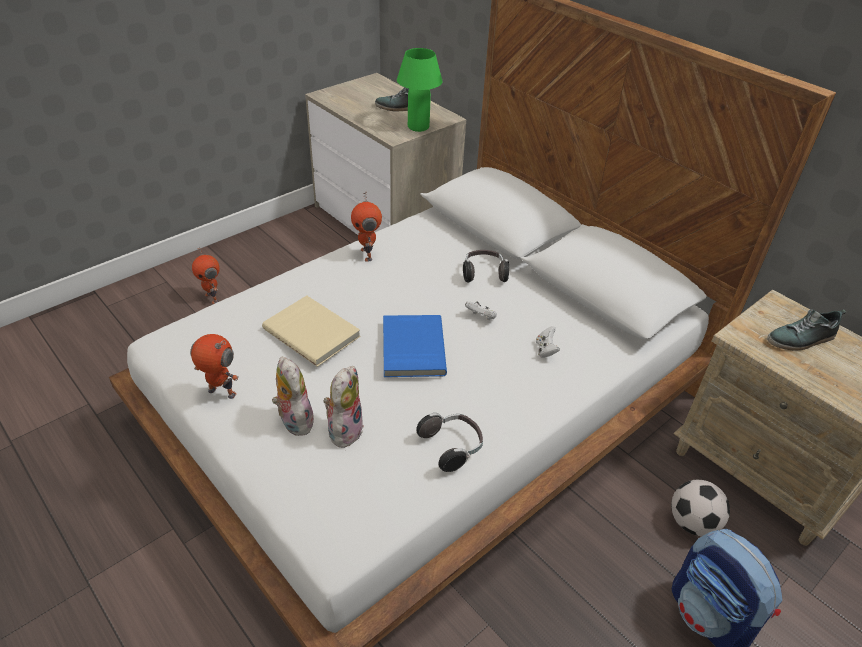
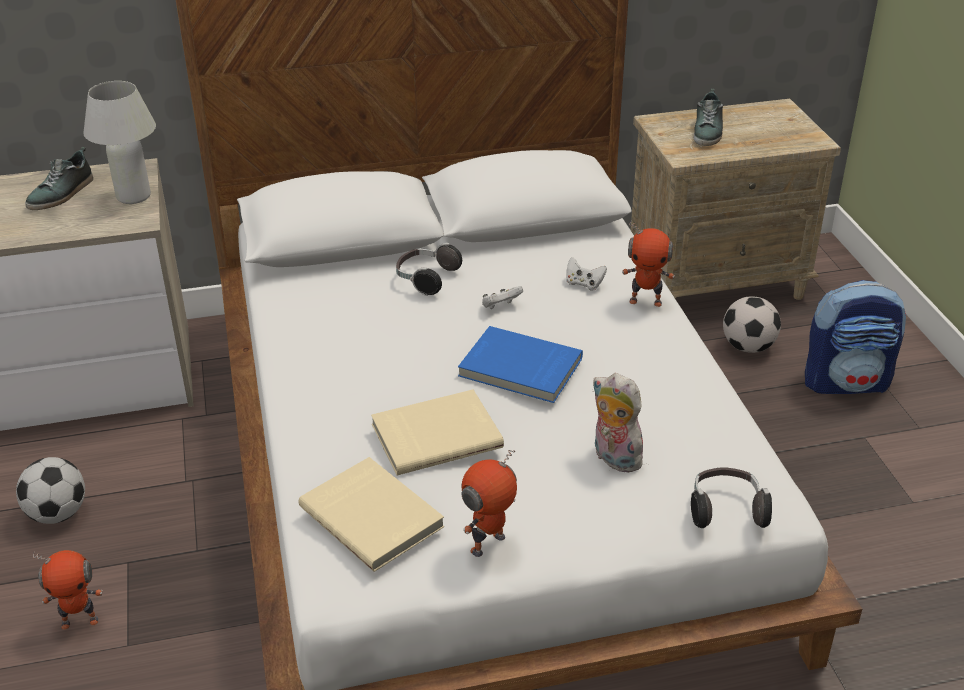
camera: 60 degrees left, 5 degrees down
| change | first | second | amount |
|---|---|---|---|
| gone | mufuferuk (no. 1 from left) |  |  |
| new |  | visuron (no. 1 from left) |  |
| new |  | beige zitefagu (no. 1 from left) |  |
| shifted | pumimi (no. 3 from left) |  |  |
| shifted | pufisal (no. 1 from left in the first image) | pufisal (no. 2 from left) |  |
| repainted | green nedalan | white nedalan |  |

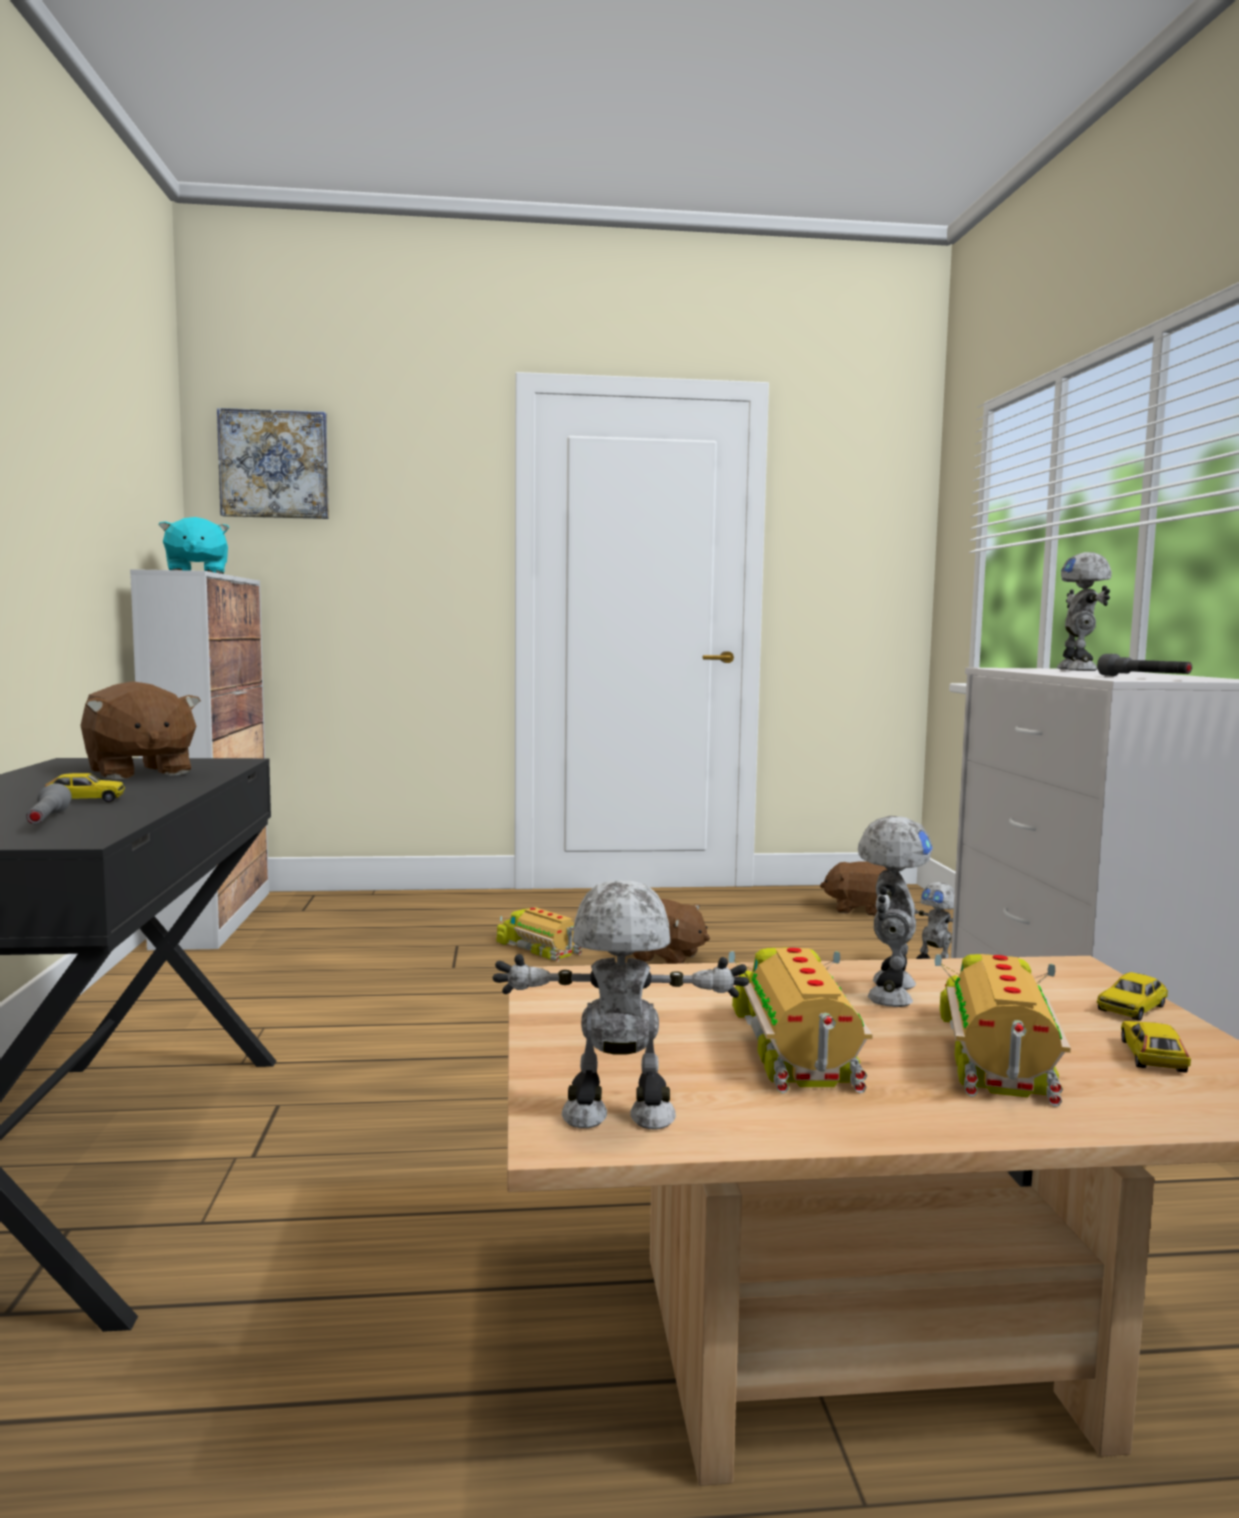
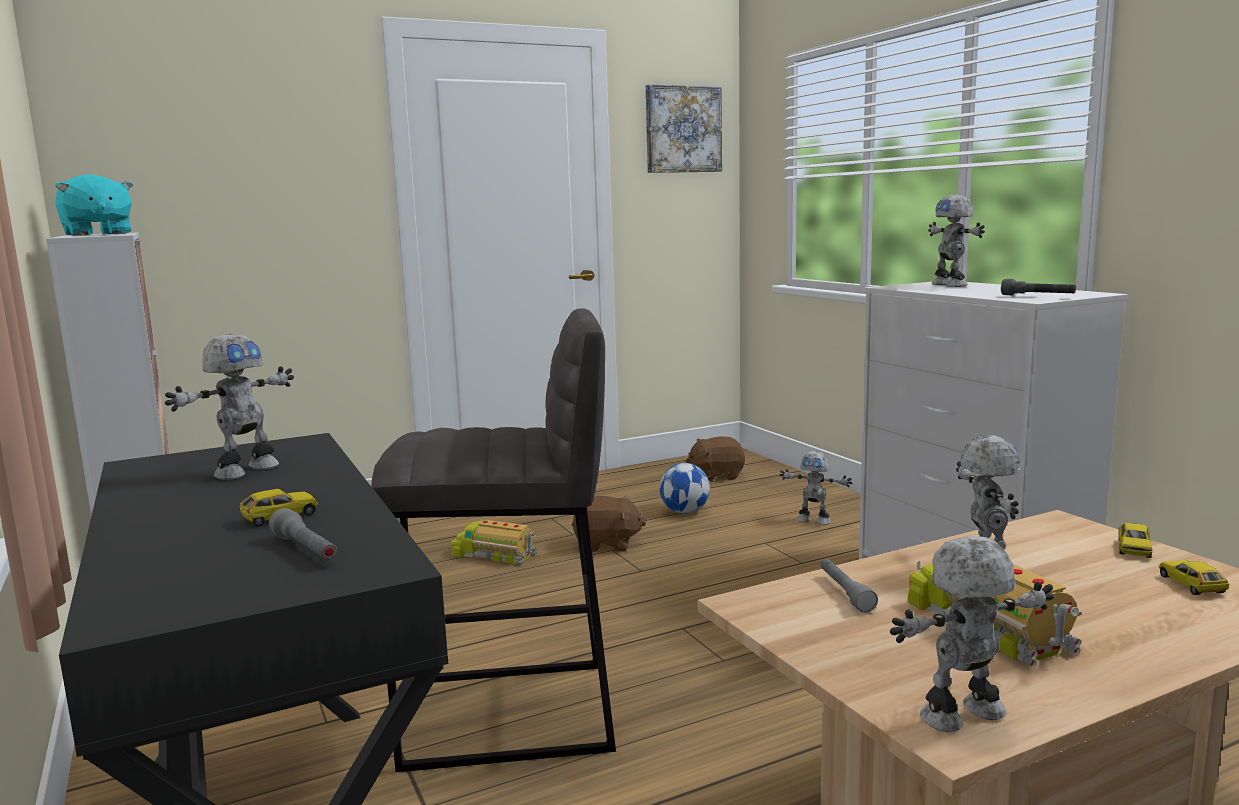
camera: 20 degrees left, 5 degrees up
| change | first | second | amount |
|---|---|---|---|
| gone | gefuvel (no. 3 from left) |  |  |
| new |  | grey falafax |  |
| new |  | visuron |  |
| new |  | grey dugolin (no. 2 from left) |  |
| shifted | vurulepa |  |  |
| swapped | brown mufuferuk (no. 1 from left) | pumimi (no. 1 from left) |  |

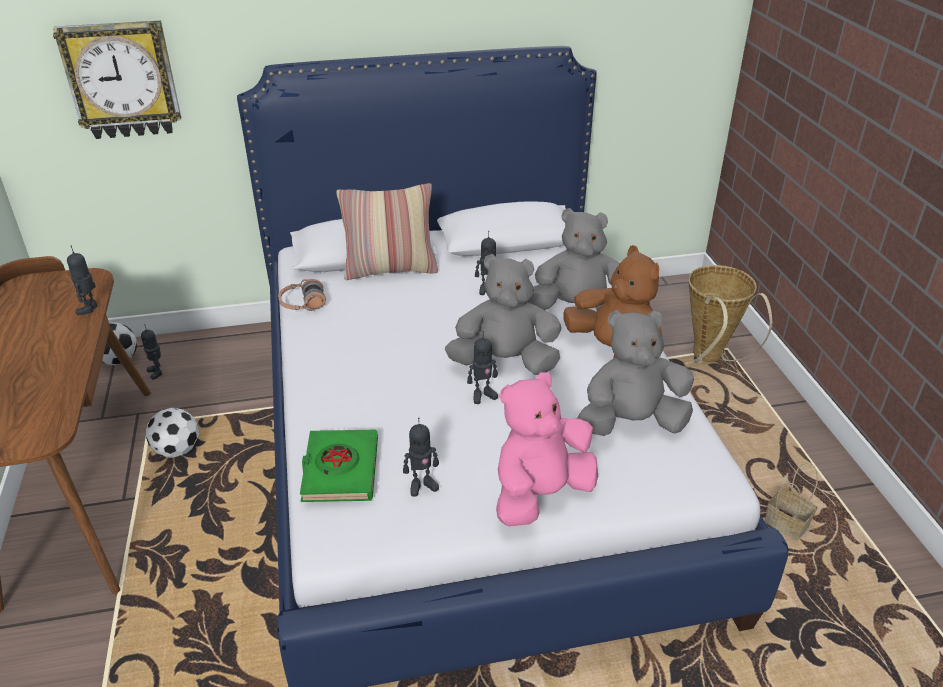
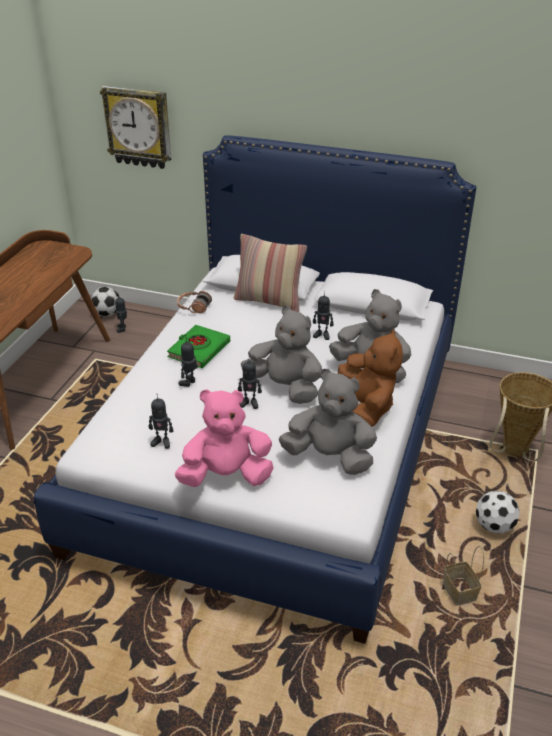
camera: 30 degrees right, 0 degrees up
| change | first | second | amount |
|---|---|---|---|
| shifted | pumimi (no. 1 from left in the first image) | pumimi (no. 3 from left) |  |
| shifted | visuron (no. 2 from left) |  |  |
| shifted | green zitefagu |  |  |

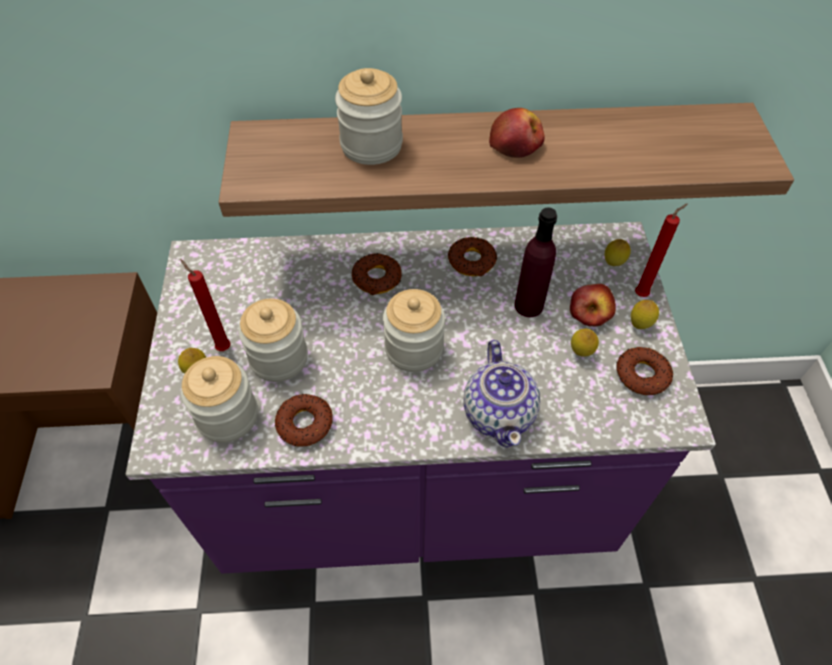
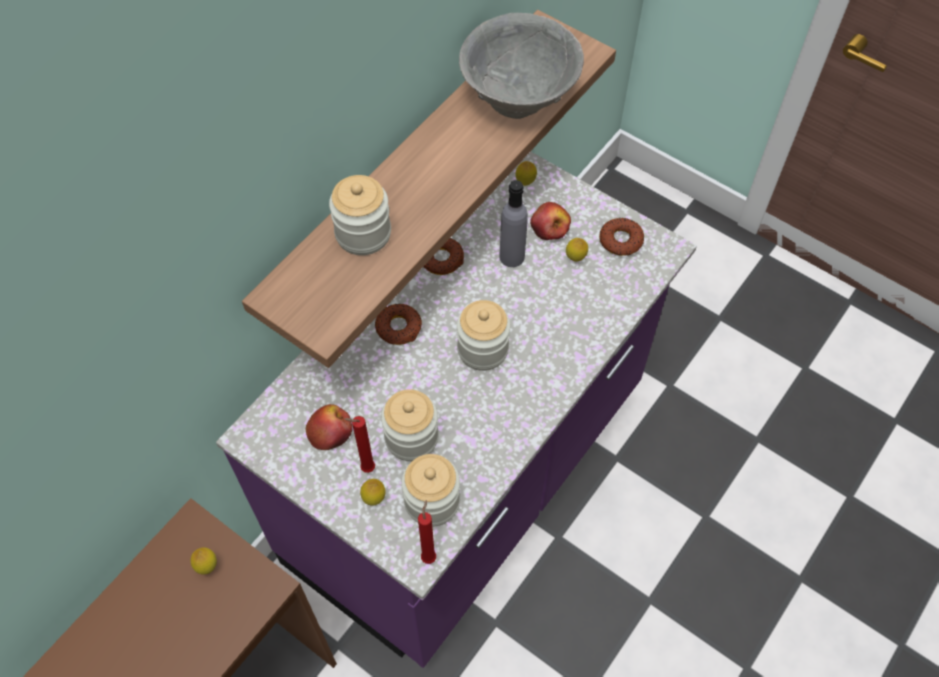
camera: 50 degrees left, 5 degrees up
| change | first | second | amount |
|---|---|---|---|
| gone | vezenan (no. 1 from left) |  |  |
| gone | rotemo |  |  |
| new |  | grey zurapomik |  |
| shifted | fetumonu (no. 1 from left) |  |  |
| shifted | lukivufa (no. 4 from left in the first image) | lukivufa (no. 1 from left) |  |
| shifted | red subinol (no. 2 from left) |  |  |
| repainted | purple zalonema | grey zalonema |  |

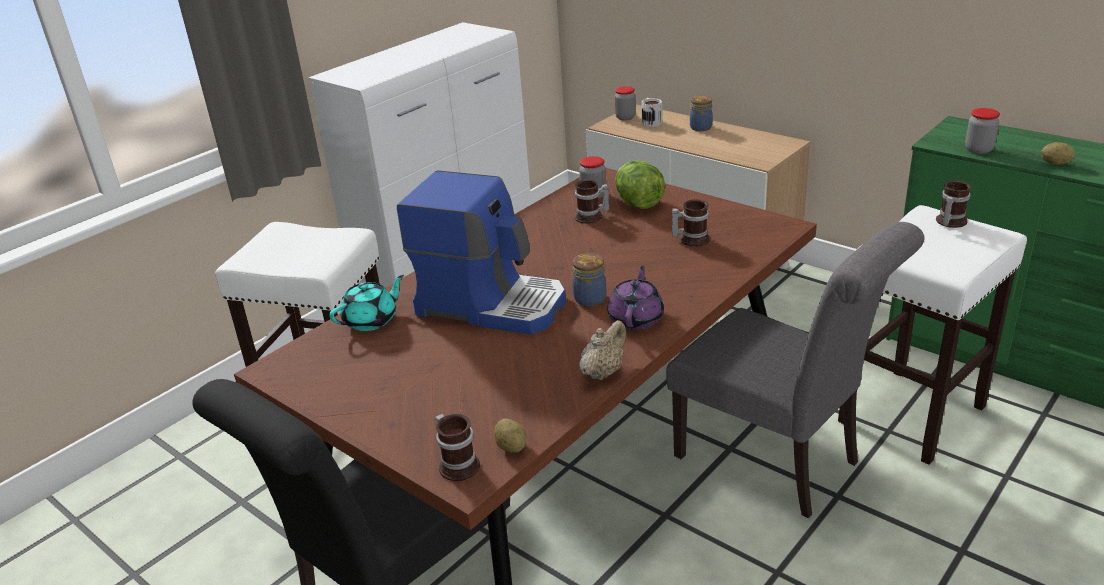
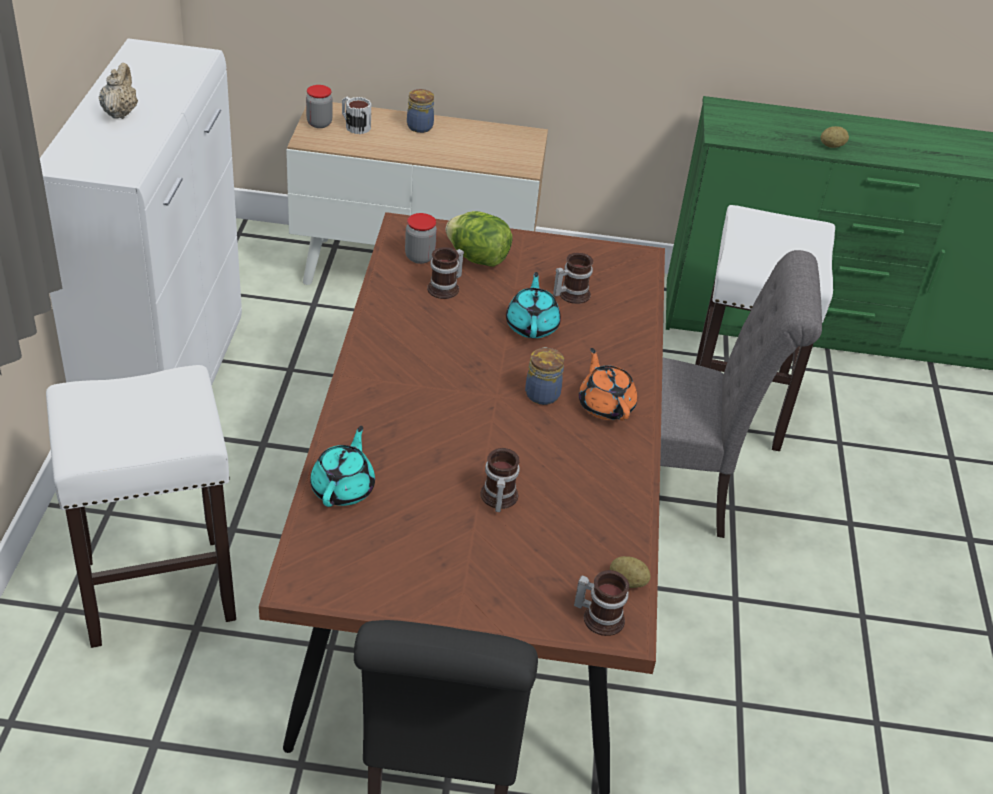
camera: 40 degrees left, 10 degrees up
| change | first | second | amount |
|---|---|---|---|
| gone | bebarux |  |  |
| gone | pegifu (no. 5 from left) |  |  |
| new |  | turquoise rotemo (no. 2 from left) |  |
| shifted | beige rotemo |  |  |
| shifted | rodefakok (no. 5 from left in the first image) | rodefakok (no. 3 from left) |  |
| repainted | purple rotemo | orange rotemo |  |

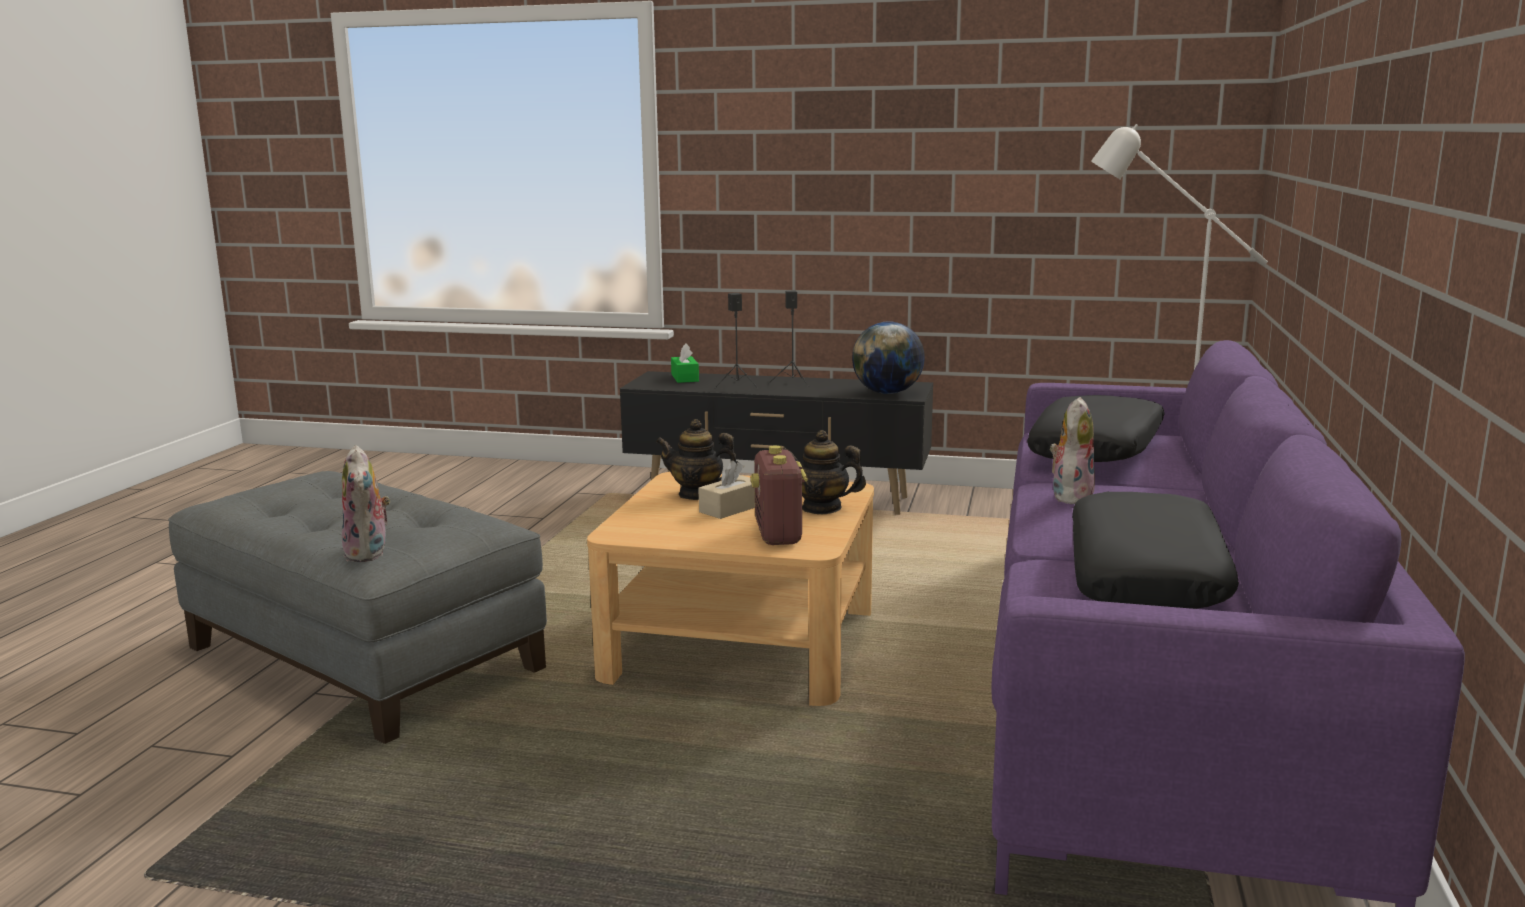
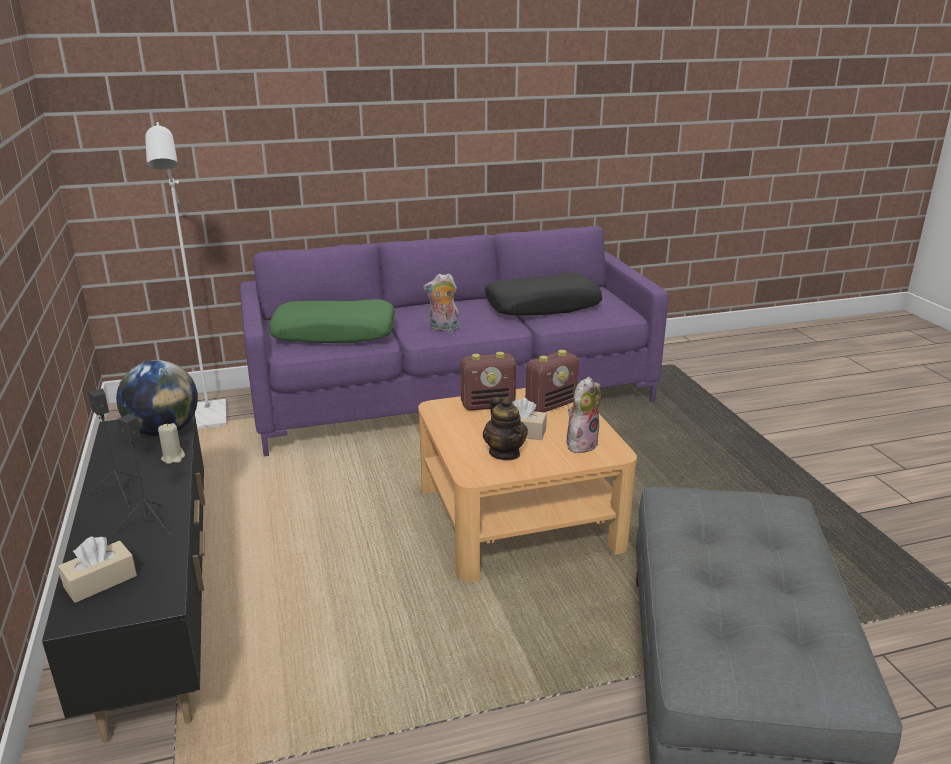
camera: 120 degrees left, 10 degrees up
| change | first | second | amount |
|---|---|---|---|
| new |  | beige subinol |  |
| shifted | mufuferuk (no. 1 from left in the first image) | mufuferuk (no. 2 from left) |  |
| swapped | rotemo (no. 2 from left) | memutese (no. 1 from left) |  |
| repainted | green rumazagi | beige rumazagi (no. 1 from left) |  |
| repainted | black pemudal (no. 1 from left) | green pemudal |  |

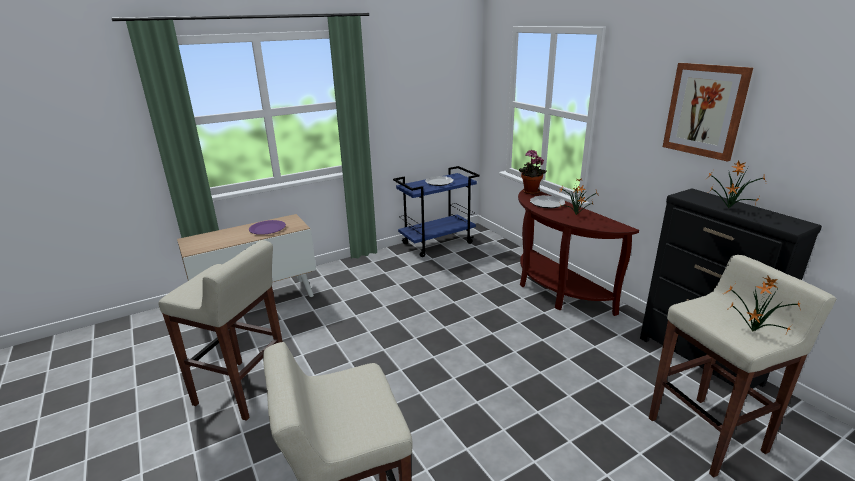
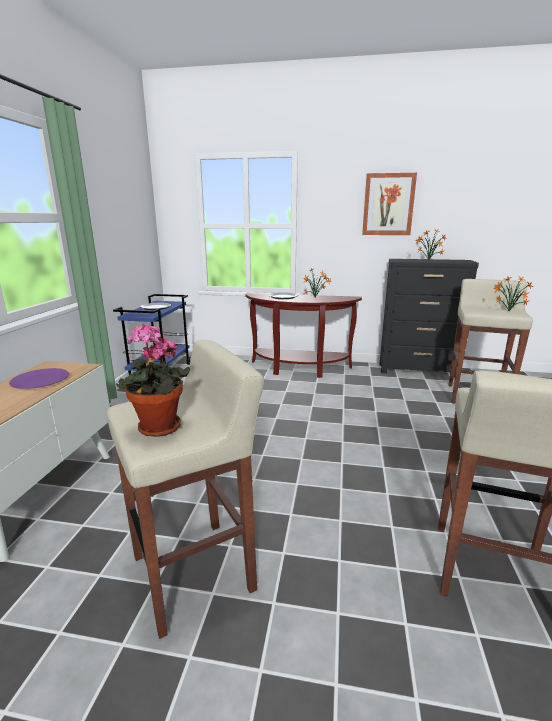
camera: 50 degrees left, 5 degrees down
| change | first | second | amount |
|---|---|---|---|
| shifted | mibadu (no. 1 from left) |  |  |

